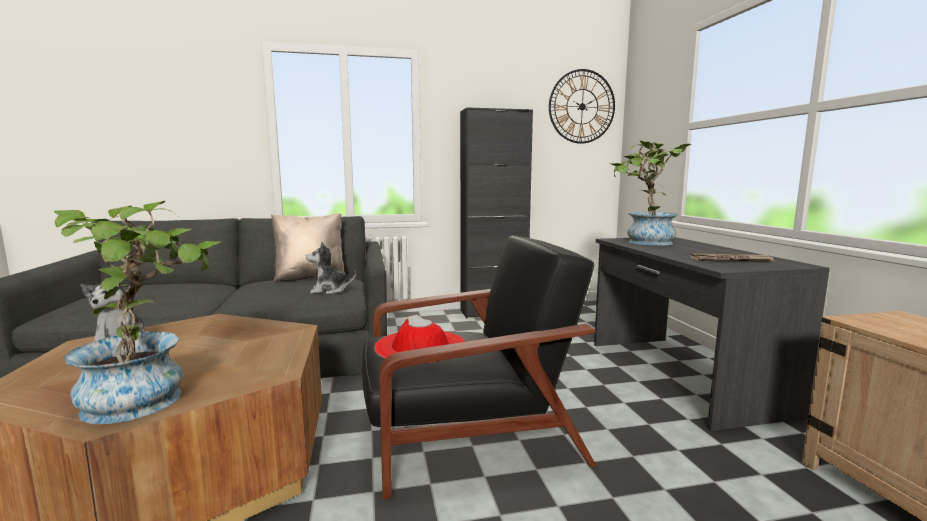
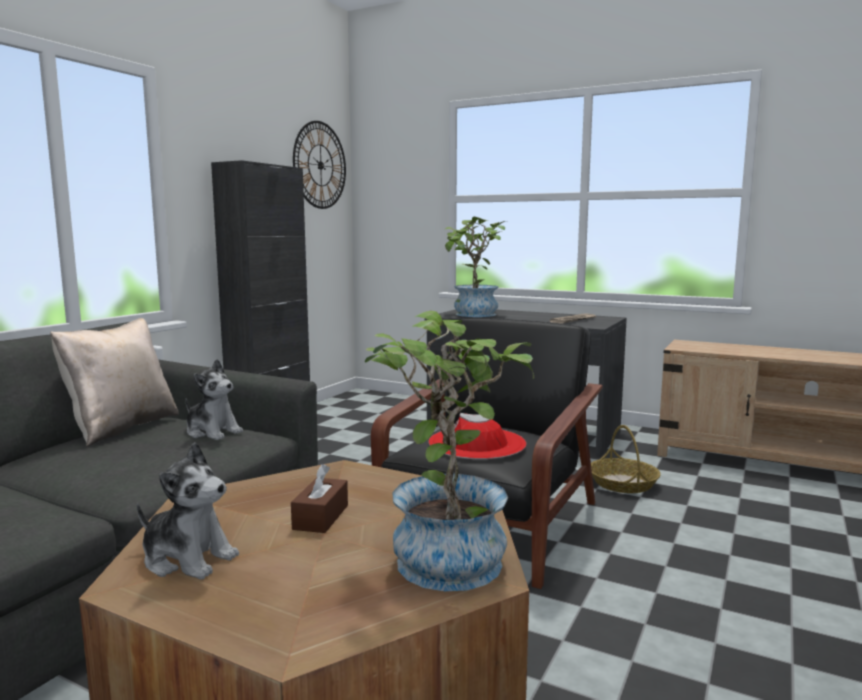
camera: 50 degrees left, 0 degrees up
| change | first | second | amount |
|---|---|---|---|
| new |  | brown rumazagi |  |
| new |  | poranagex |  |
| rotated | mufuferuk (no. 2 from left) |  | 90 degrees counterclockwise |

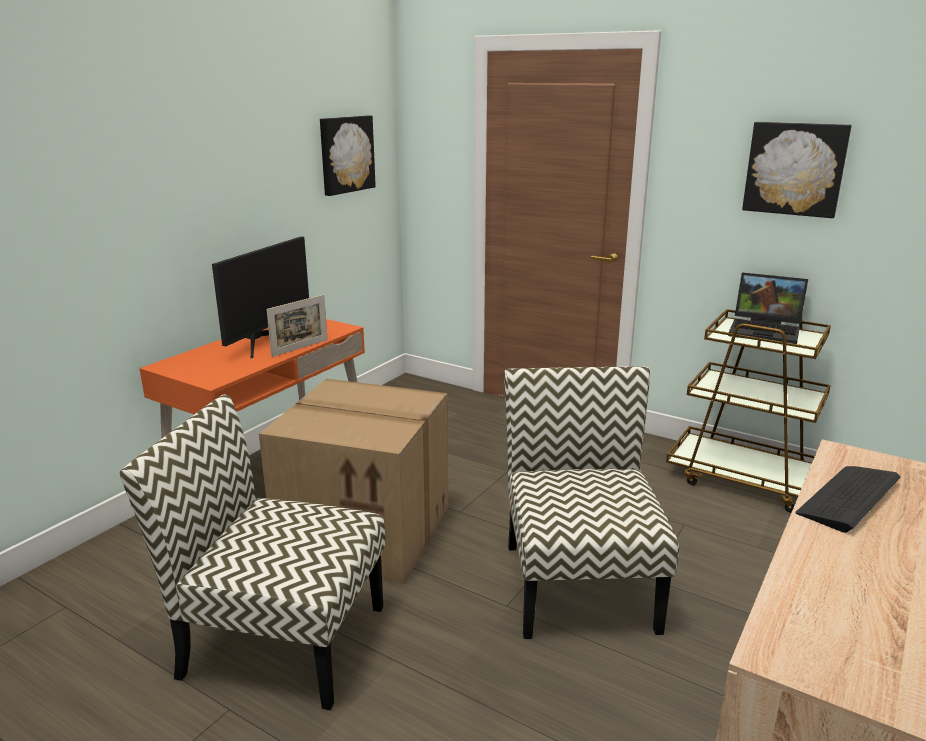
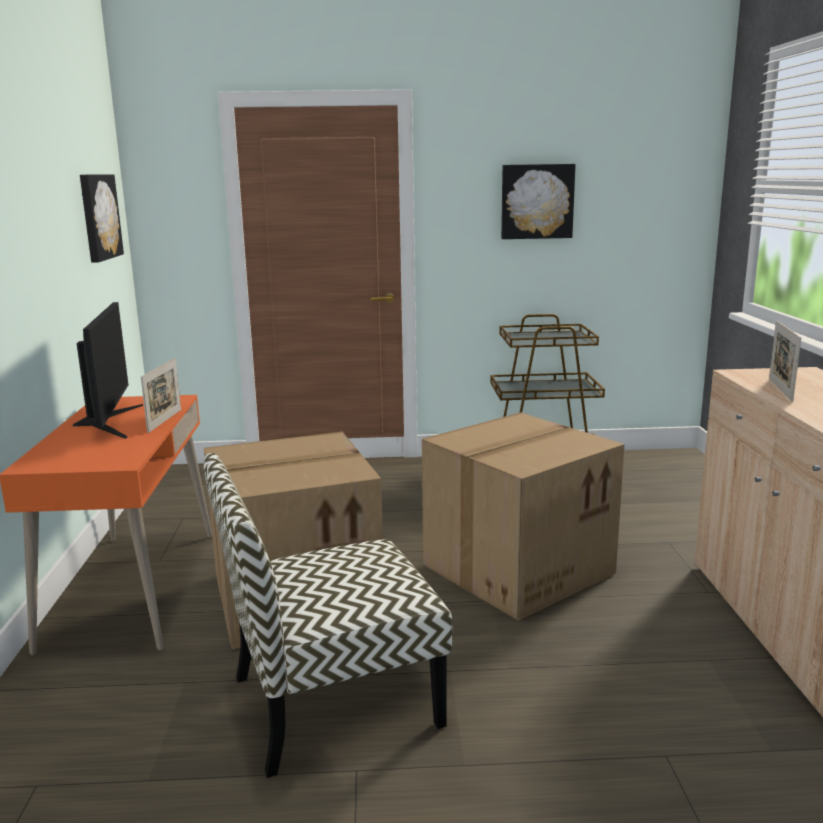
camera: 35 degrees left, 5 degrees down
| change | first | second | amount |
|---|---|---|---|
| gone | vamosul |  |  |
| swapped | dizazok (no. 2 from left) | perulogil (no. 2 from left) |  |
| swapped | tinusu | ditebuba (no. 2 from left) |  |

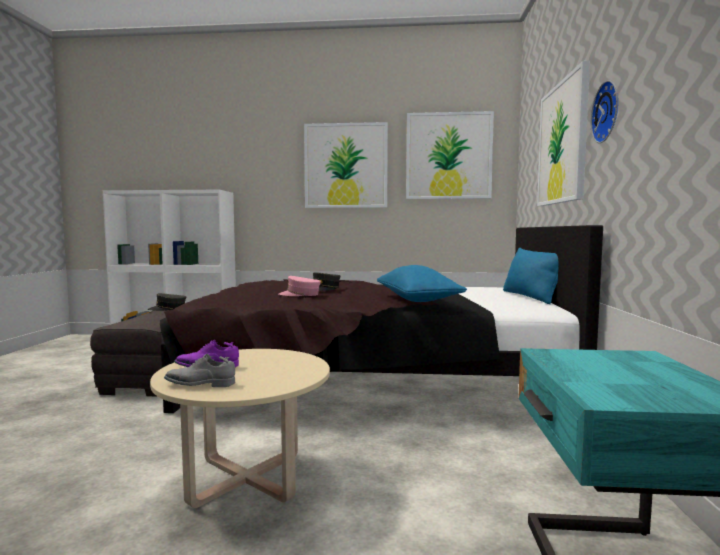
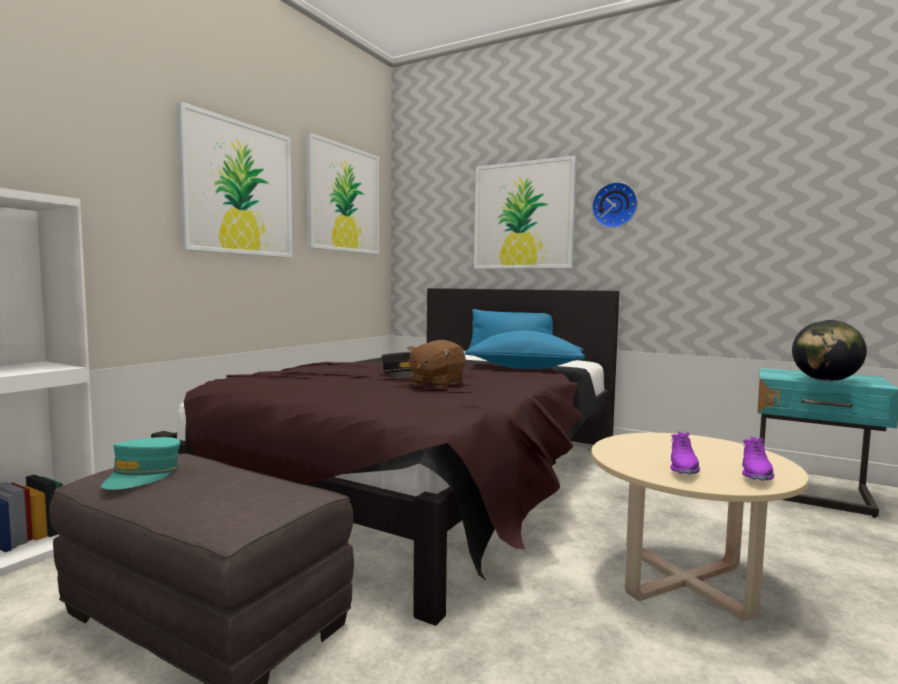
camera: 65 degrees left, 0 degrees up
| change | first | second | amount |
|---|---|---|---|
| new |  | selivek |  |
| swapped | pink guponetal | brown mufuferuk |  |
| repainted | grey guponetal (no. 1 from left) | turquoise guponetal |  |
| repainted | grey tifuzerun | purple tifuzerun (no. 2 from left) |  |

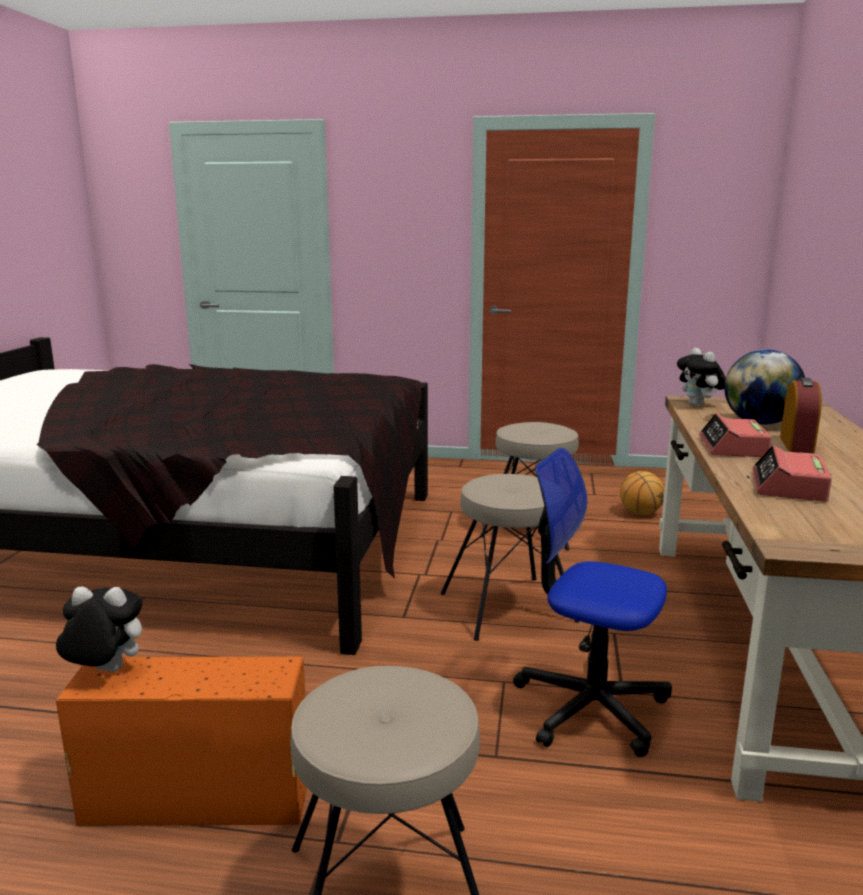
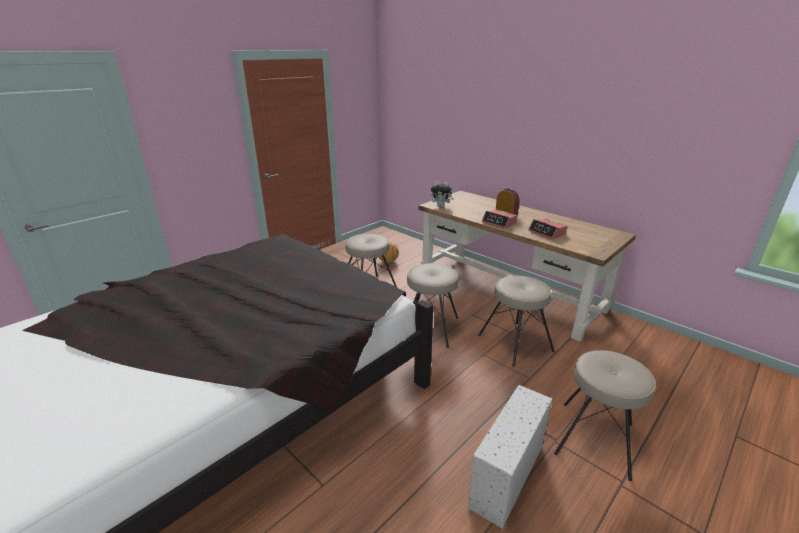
camera: 55 degrees left, 10 degrees up
| change | first | second | amount |
|---|---|---|---|
| gone | mufuferuk (no. 1 from left) |  |  |
| gone | selivek |  |  |
| swapped | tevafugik | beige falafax (no. 3 from left) |  |
| repainted | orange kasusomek | white kasusomek |  |

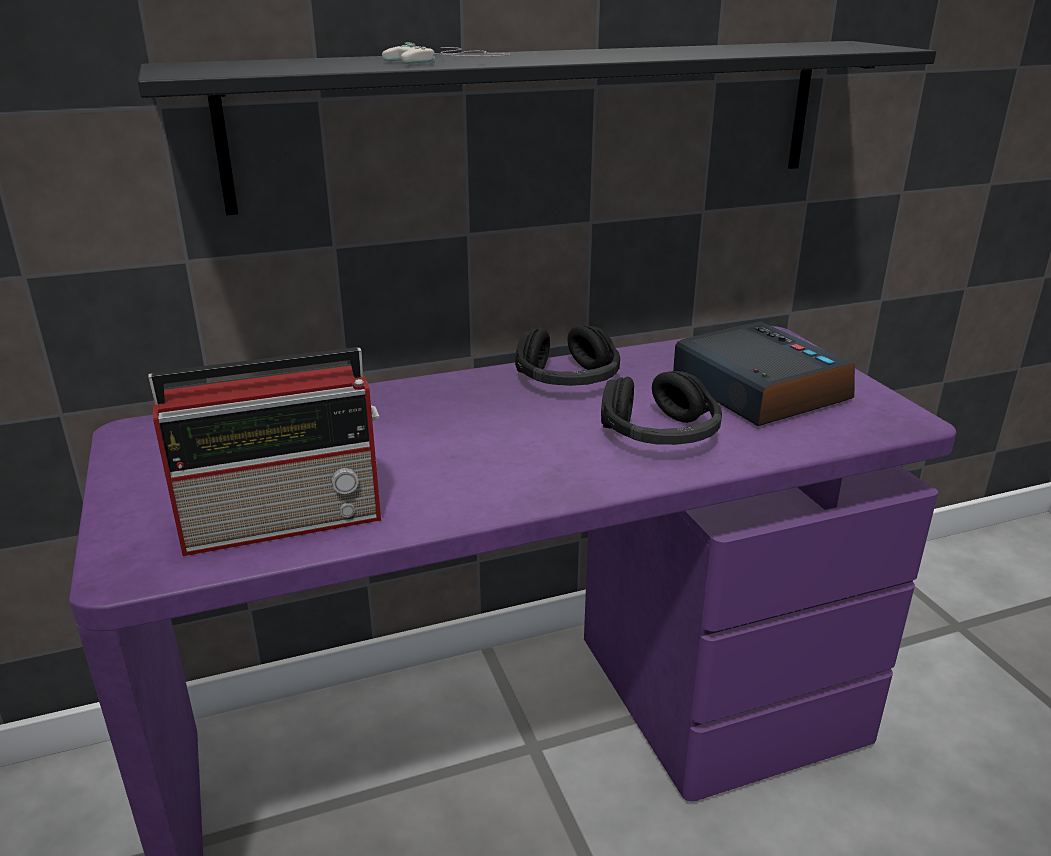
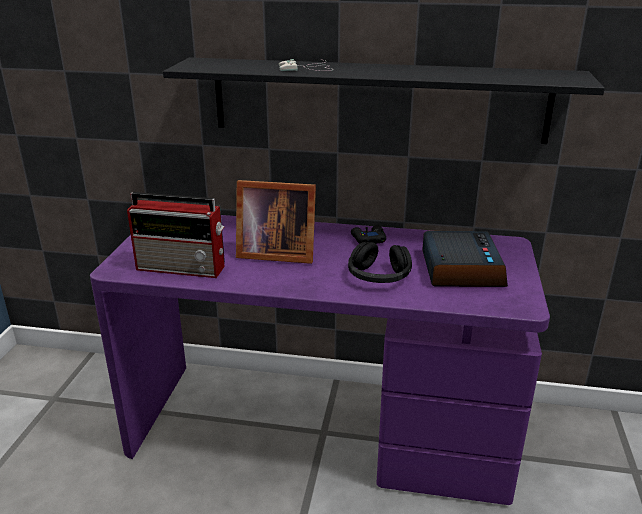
camera: 30 degrees right, 0 degrees up
| change | first | second | amount |
|---|---|---|---|
| new |  | ditebuba |  |
| swapped | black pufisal (no. 1 from left) | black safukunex |  |

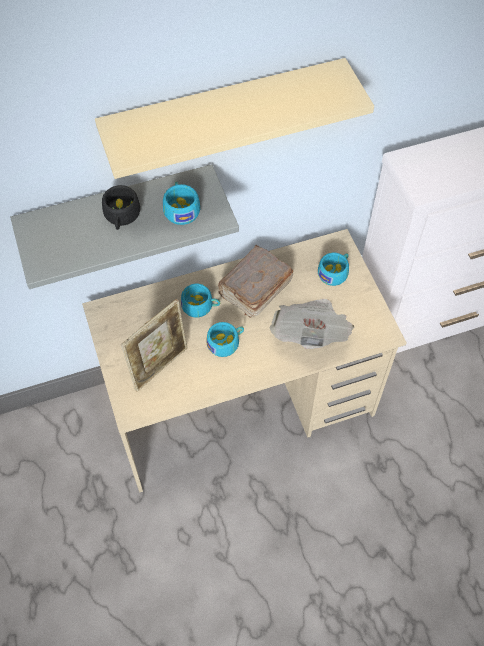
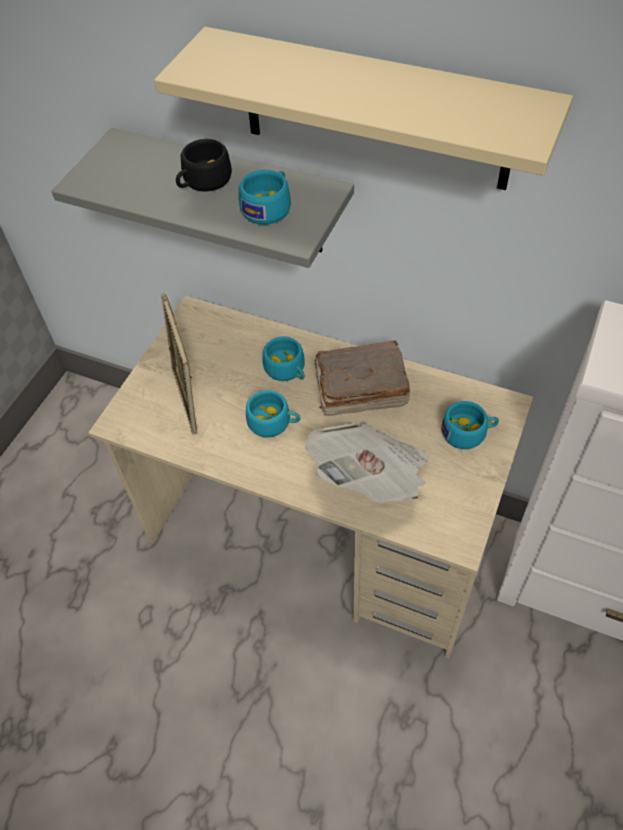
camera: 45 degrees right, 5 degrees down
| change | first | second | amount |
|---|---|---|---|
| rotated | ditebuba |  | 75 degrees clockwise |

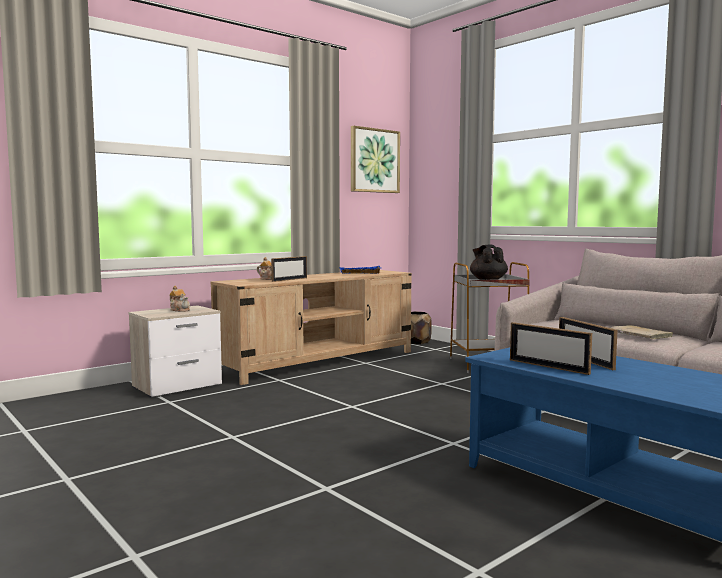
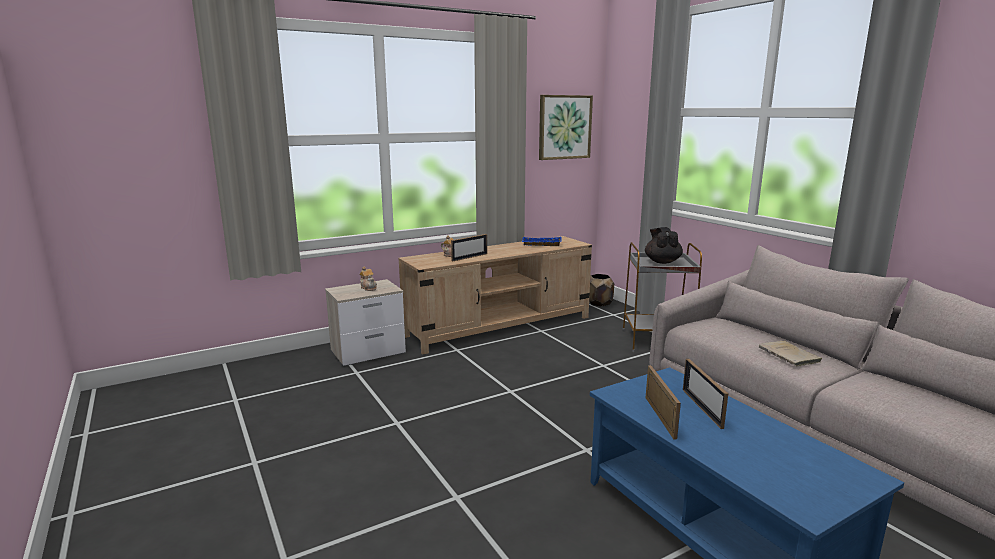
camera: 10 degrees right, 10 degrees up
| change | first | second | amount |
|---|---|---|---|
| rotated | ditebuba (no. 2 from left) |  | 150 degrees counterclockwise |

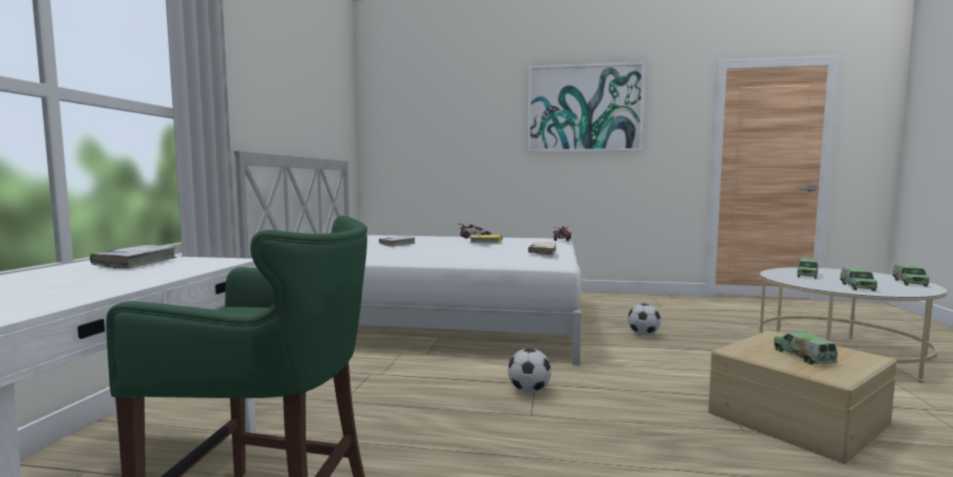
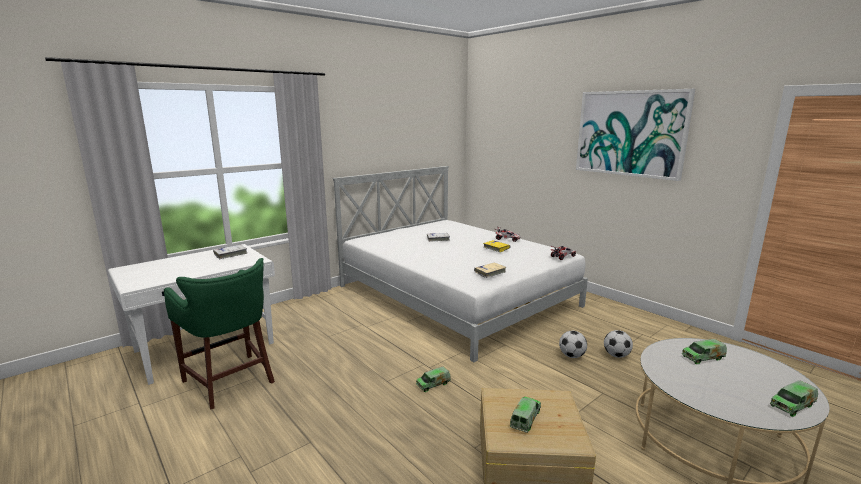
camera: 40 degrees right, 10 degrees up
| change | first | second | amount |
|---|---|---|---|
| shifted | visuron (no. 1 from left in the first image) | visuron (no. 2 from left) |  |
| shifted | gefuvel (no. 3 from left in the first image) | gefuvel (no. 1 from left) |  |

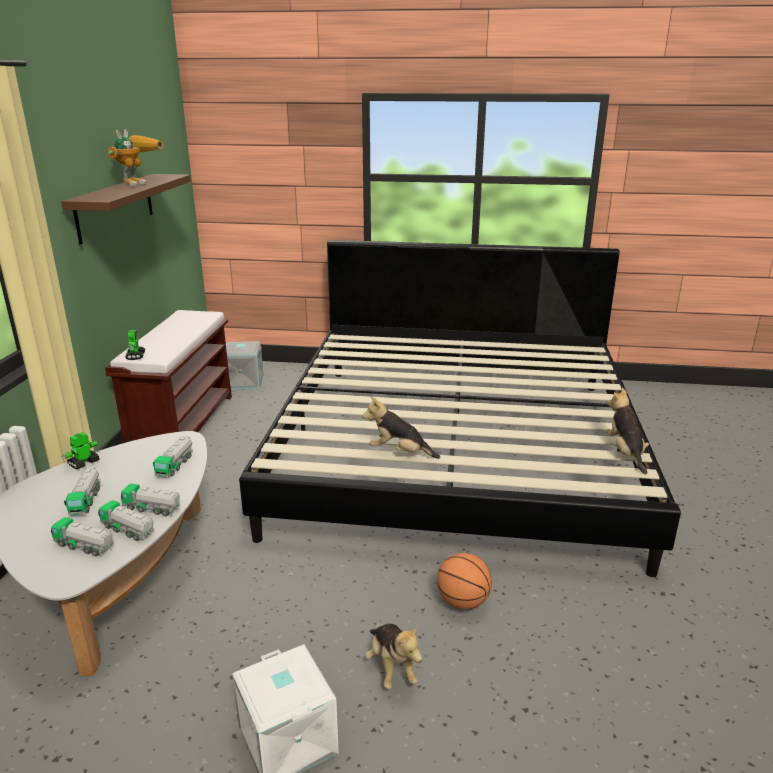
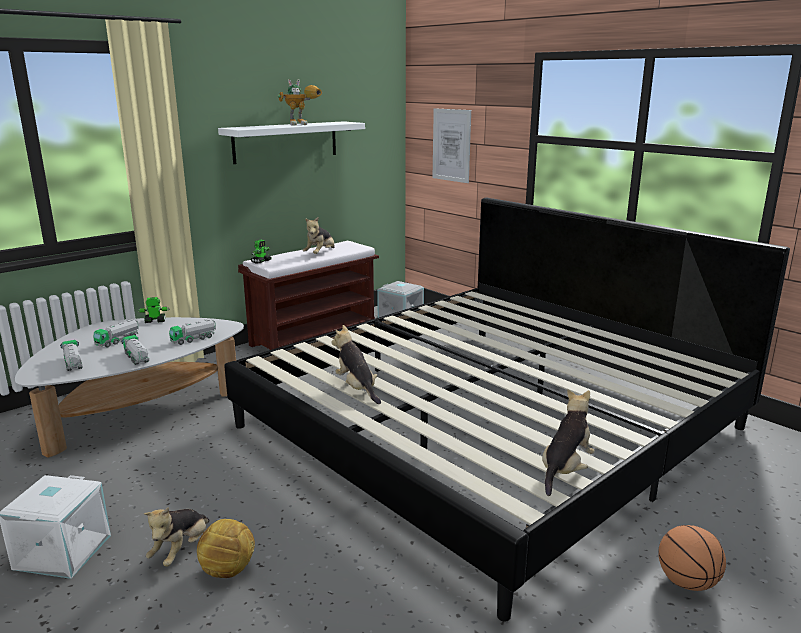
camera: 40 degrees right, 5 degrees down
| change | first | second | amount |
|---|---|---|---|
| gone | gefuvel (no. 3 from left) |  |  |
| new |  | visuron |  |
| new |  | mufuferuk (no. 2 from left) |  |
| new |  | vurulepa |  |
| shifted | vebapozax |  |  |
| repainted | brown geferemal | white geferemal |  |

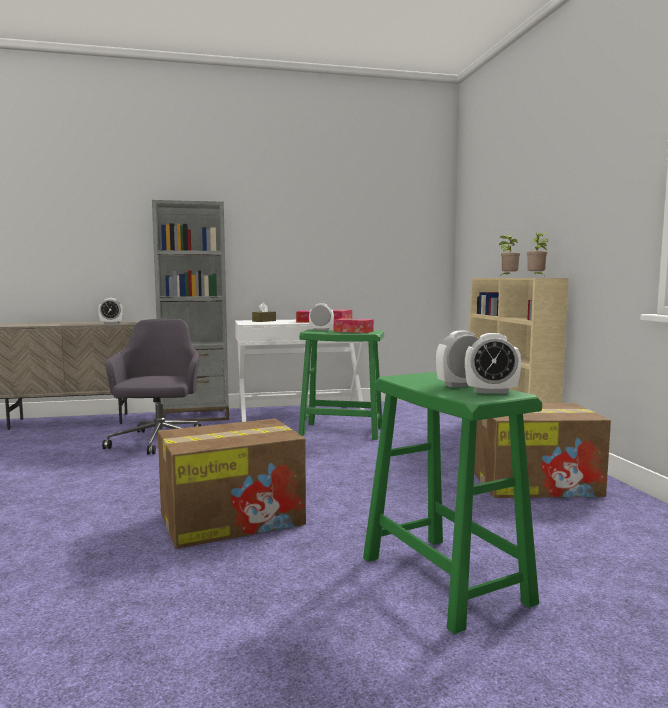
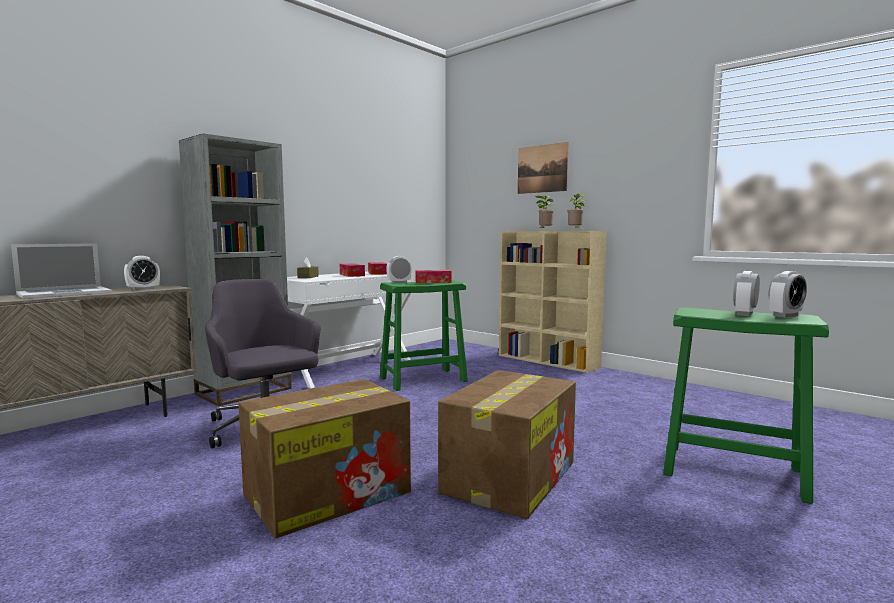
camera: 35 degrees left, 0 degrees up
| change | first | second | amount |
|---|---|---|---|
| new |  | vamosul |  |
| new |  | vurulepa |  |
| shifted | perulogil (no. 2 from left in the first image) | perulogil (no. 1 from left) |  |

